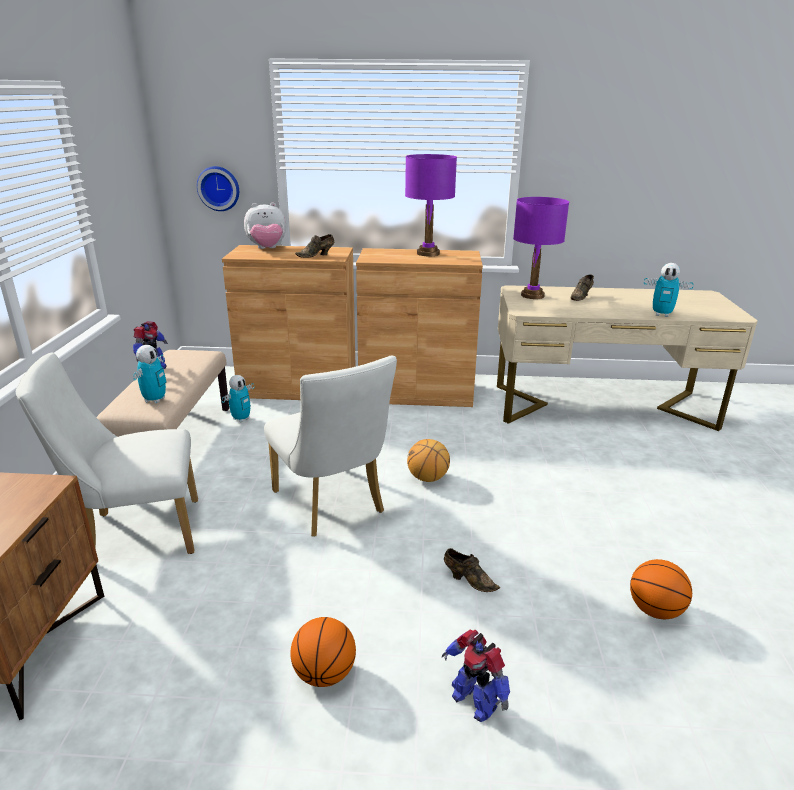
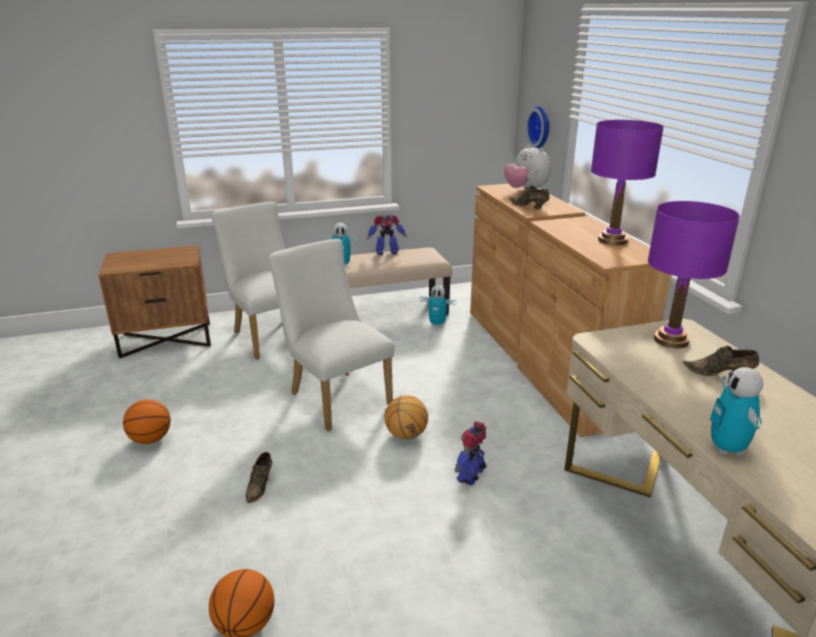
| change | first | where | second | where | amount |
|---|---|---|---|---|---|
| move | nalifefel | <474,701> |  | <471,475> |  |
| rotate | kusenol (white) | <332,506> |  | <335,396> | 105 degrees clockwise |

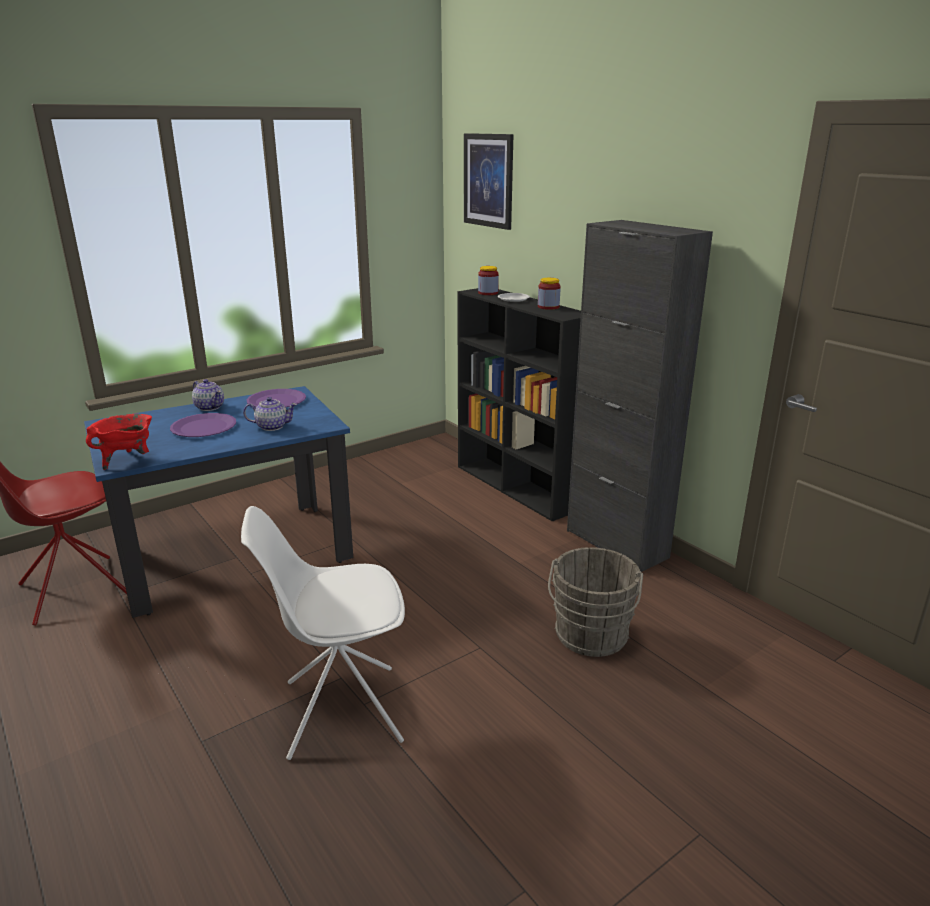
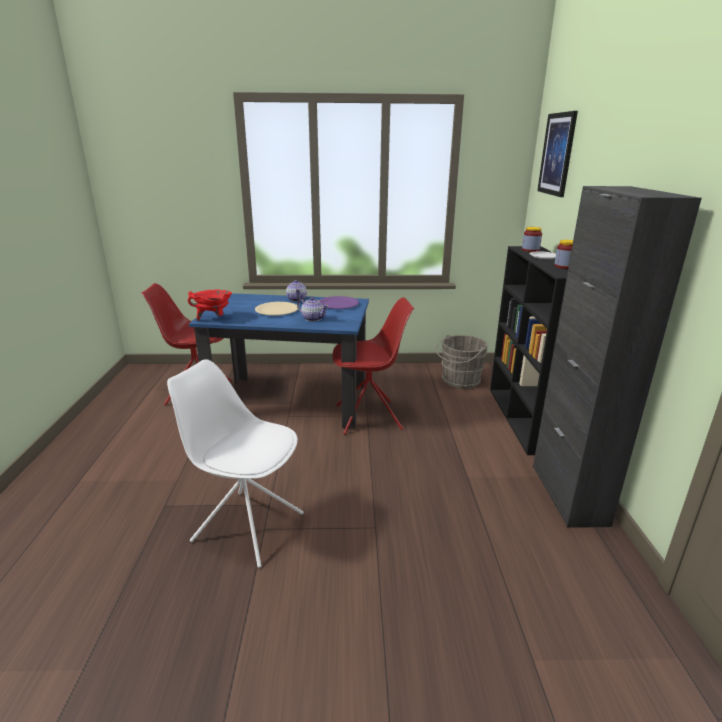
| change | first | where | second | where | amount |
|---|---|---|---|---|---|
| insert |  |  | kusenol (red) | <370,417> |  |
| move | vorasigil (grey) | <590,637> |  | <459,381> |  |
| recolor | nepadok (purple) | <204,427> | nepadok (beige) | <277,310> |  |

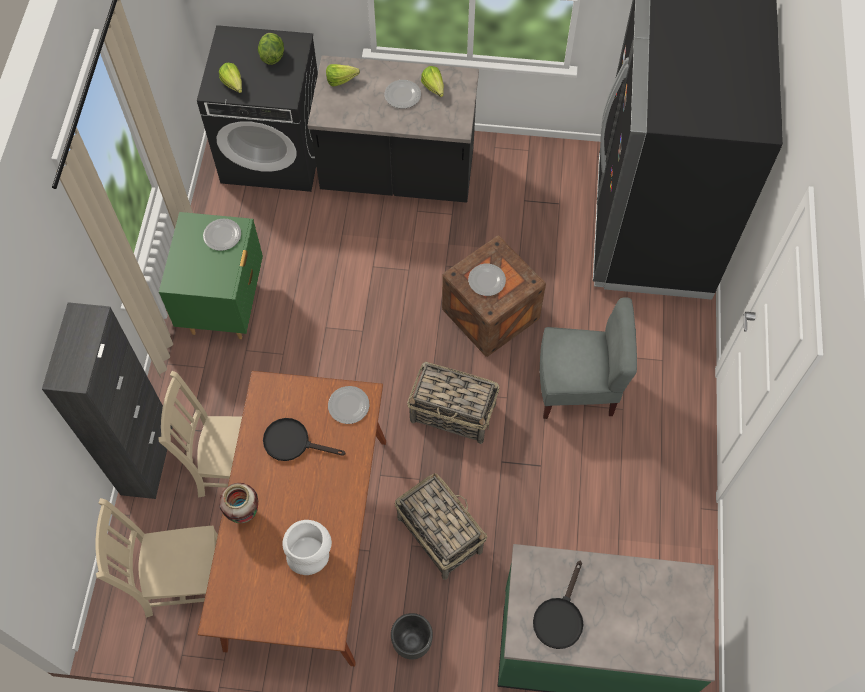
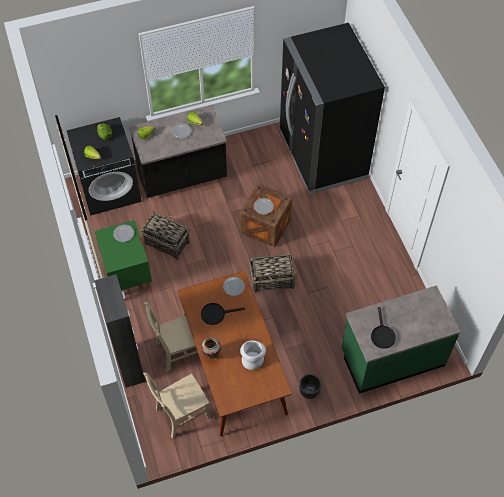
| change | first | where | second | where | amount |
|---|---|---|---|---|---|
| delete | kusenol (grey) | <577,387> |  |  |  |
| move | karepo | <439,533> |  | <166,242> |  |

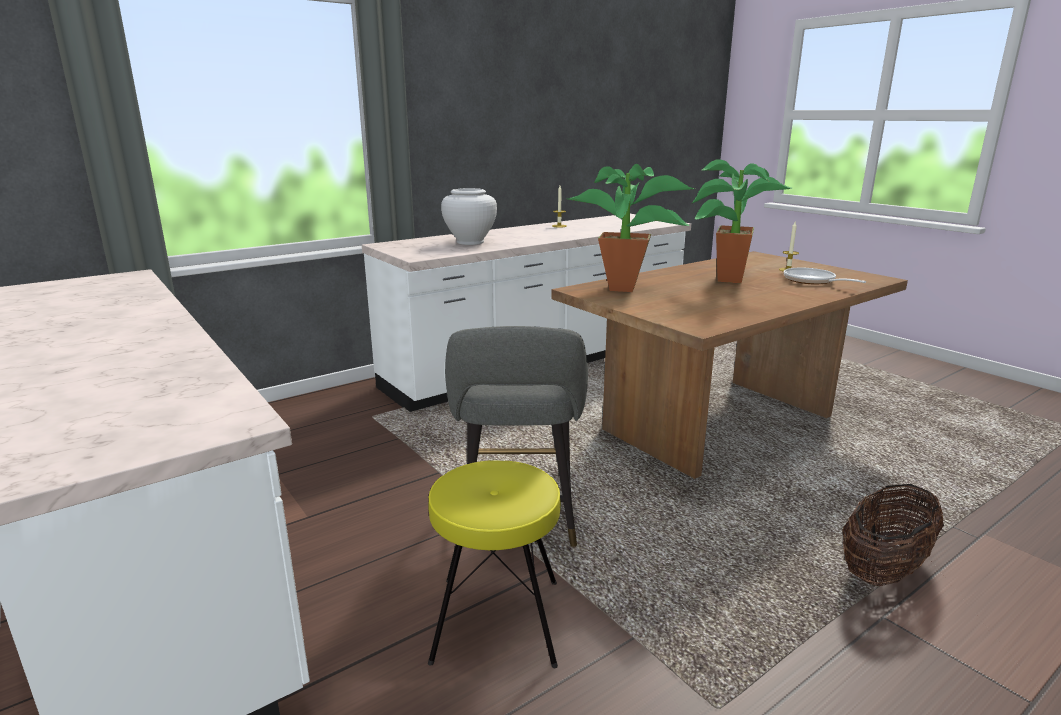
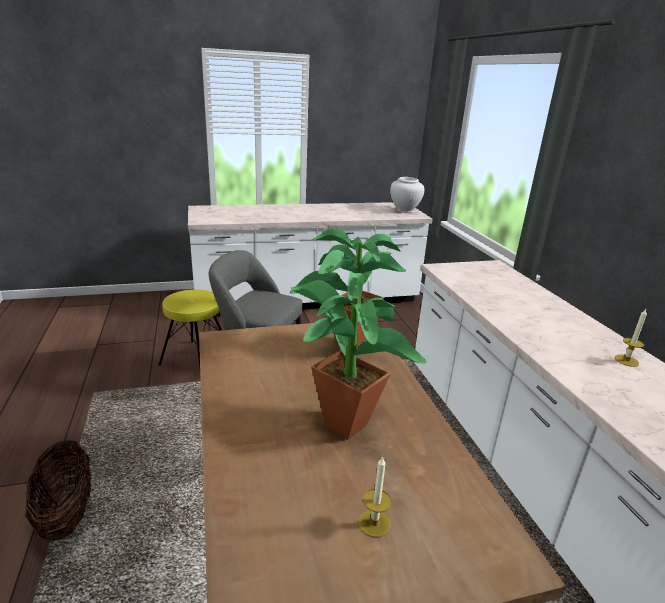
| change | first | where | second | where | amount |
|---|---|---|---|---|---|
| delete | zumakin | <812,281> |  |  |  |
| move | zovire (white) | <470,242> |  | <404,210> |  |

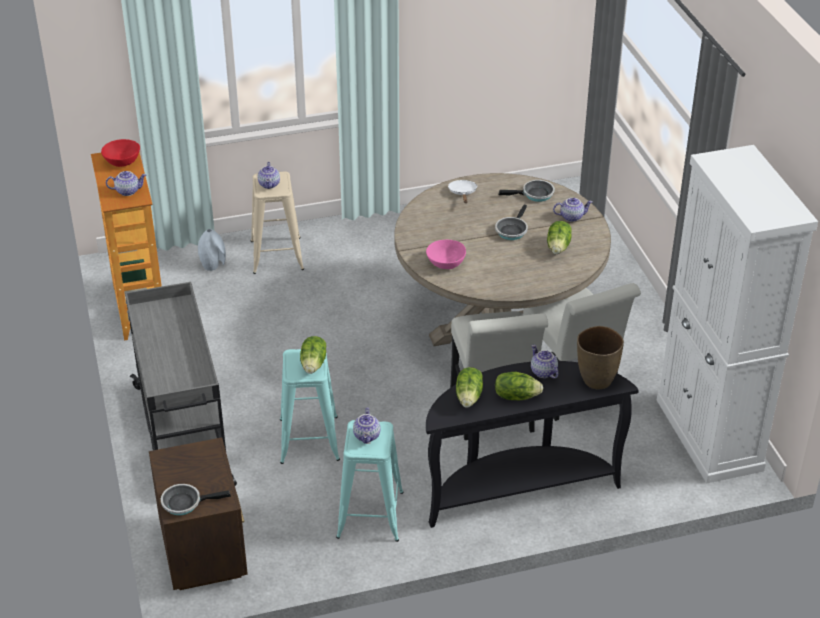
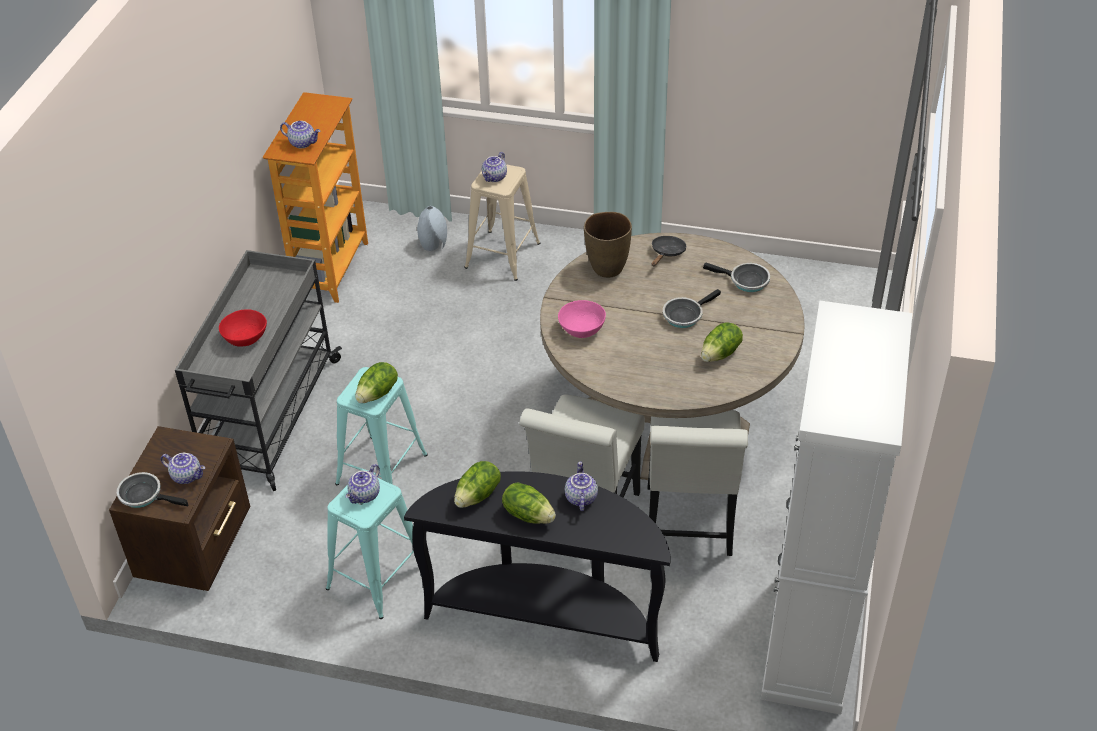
| change | first | where | second | where | amount |
|---|---|---|---|---|---|
| move | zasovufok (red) | <122,161> |  | <245,337> |  |
| move | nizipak | <571,217> |  | <187,476> |  |
| move | zovire (brown) | <596,380> |  | <607,268> |  |
| recolor | zumakin (white) | <463,193> | zumakin (black) | <667,253> |  |

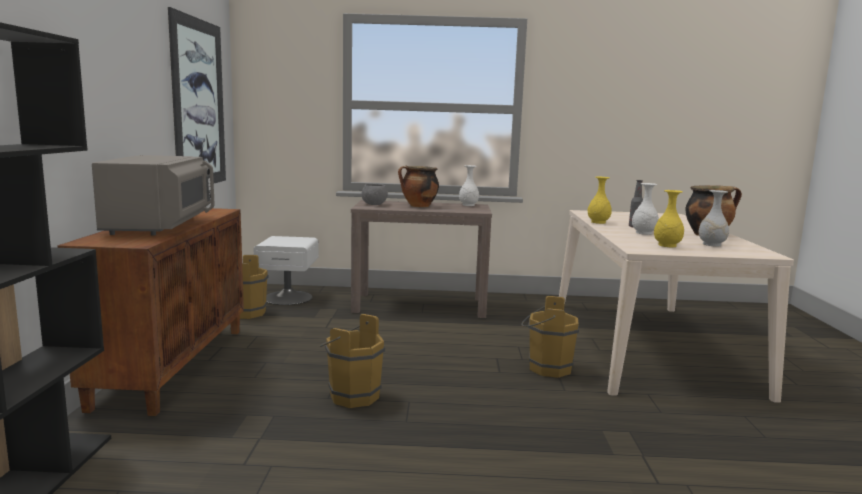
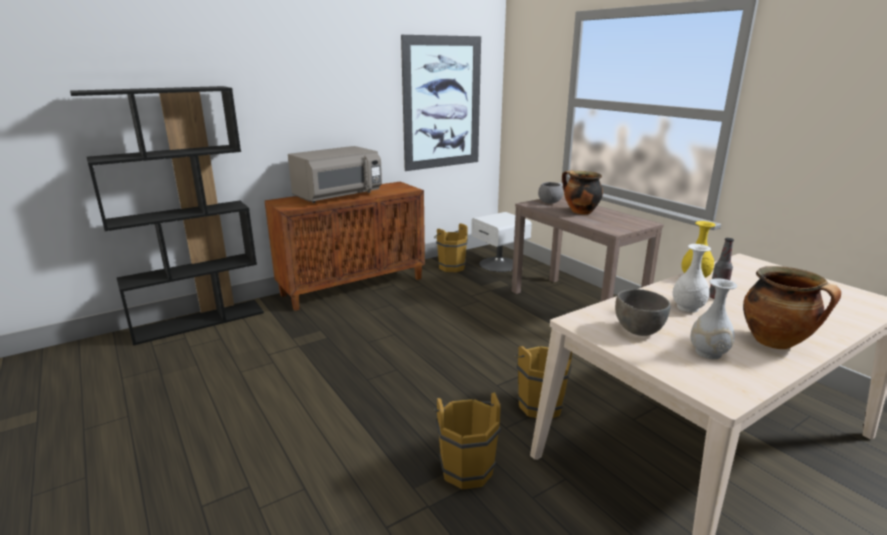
| change | first | where | second | where | amount |
|---|---|---|---|---|---|
| delete | zovire (white) | <468,205> |  |  |  |
| move | vorasigil (brown) | <351,396> |  | <466,467> |  |
| replace | zovire (yellow) | <666,245> | zasovufok (grey) | <638,330> |  |

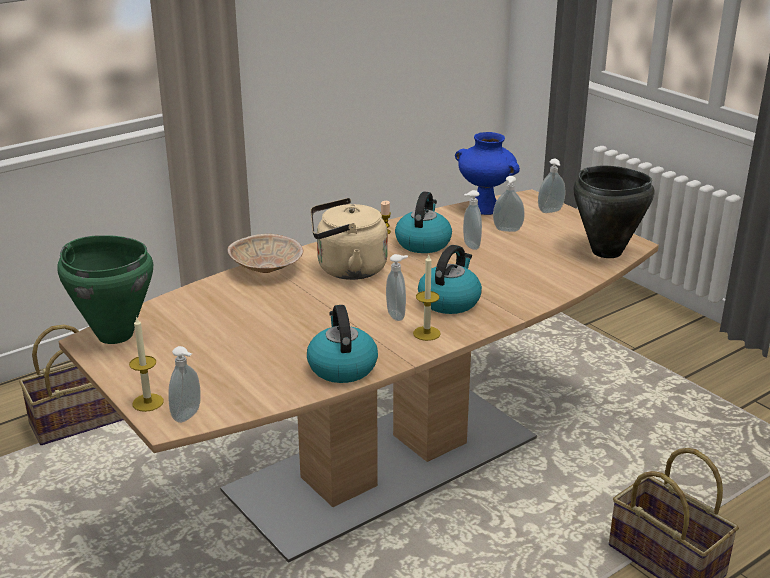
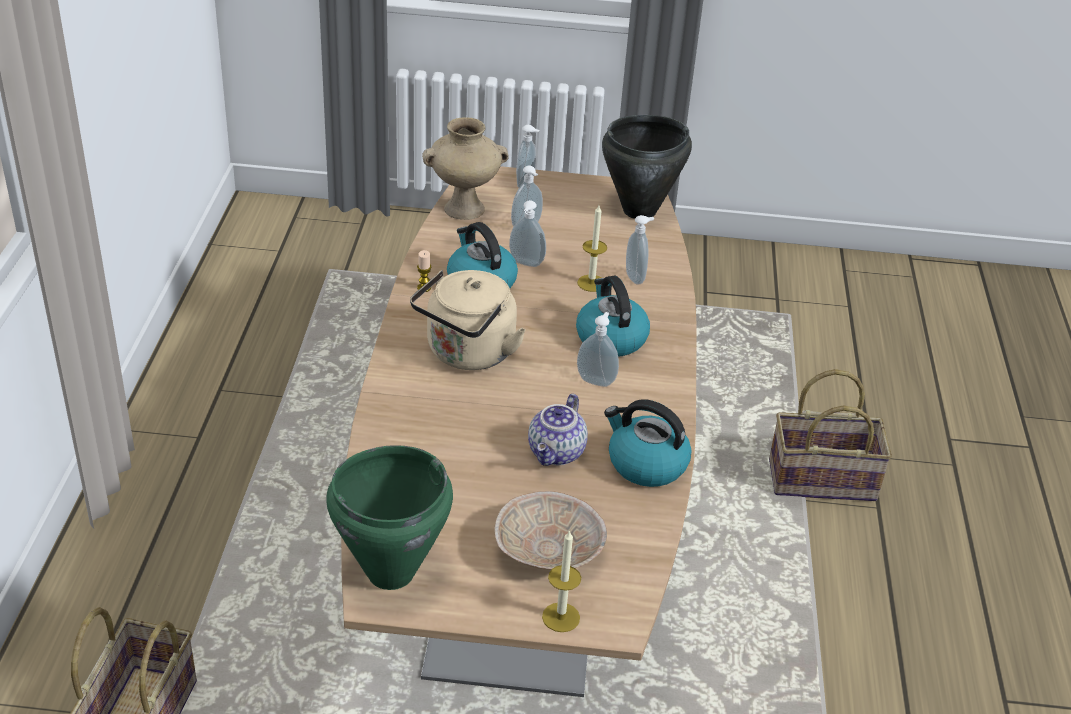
| change | first | where | second | where | amount |
|---|---|---|---|---|---|
| insert |  |  | nizipak | <557,453> |  |
| move | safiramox | <188,416> |  | <636,277> |  |
| move | zasovufok (beige) | <267,269> |  | <550,551> |  |
| move | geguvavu | <426,333> |  | <591,283> |  |
| recolor | zovire (blue) | <485,208> | zovire (beige) | <465,208> |  |

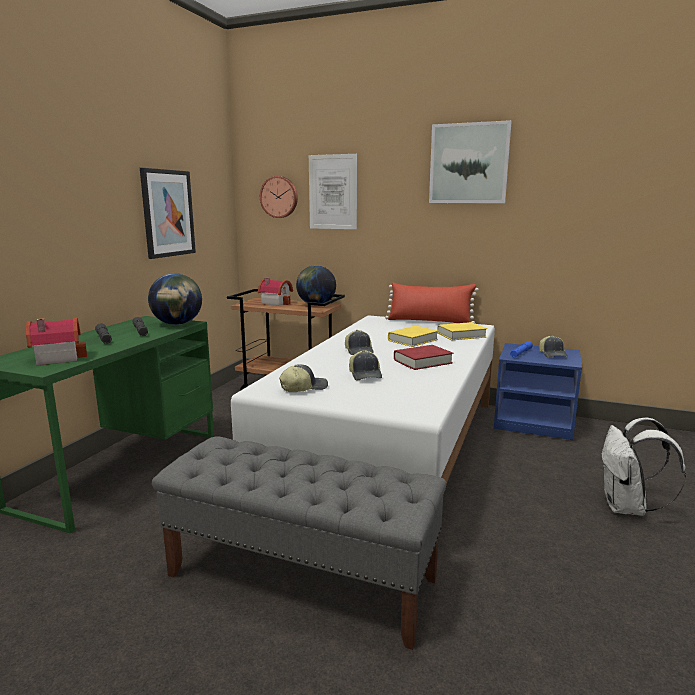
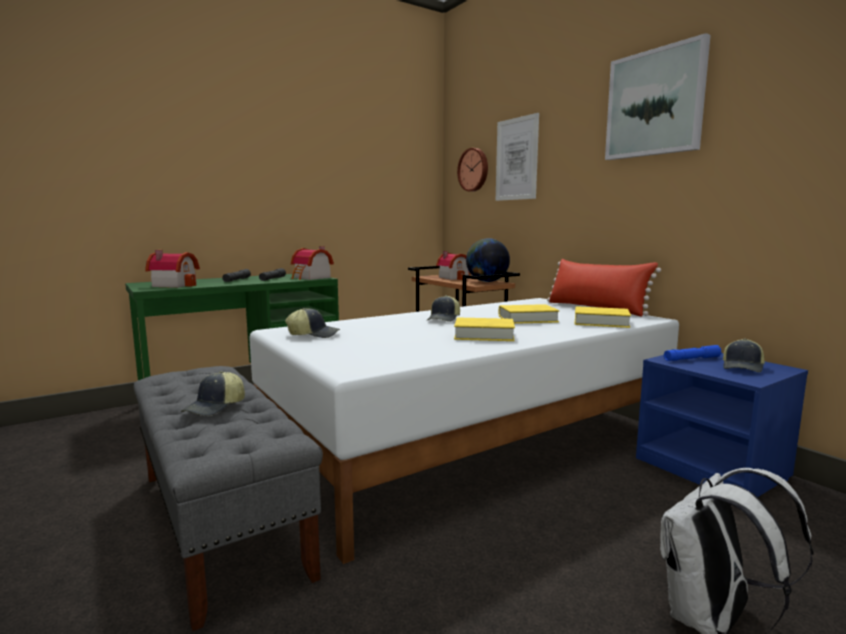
| change | first | where | second | where | amount |
|---|---|---|---|---|---|
| delete | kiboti | <168,213> |  |  |  |
| move | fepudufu | <366,375> |  | <216,407> |  |
| replace | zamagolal | <177,324> | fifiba | <311,278> |  |
| recolor | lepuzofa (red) | <422,361> | lepuzofa (yellow) | <484,335> |  |

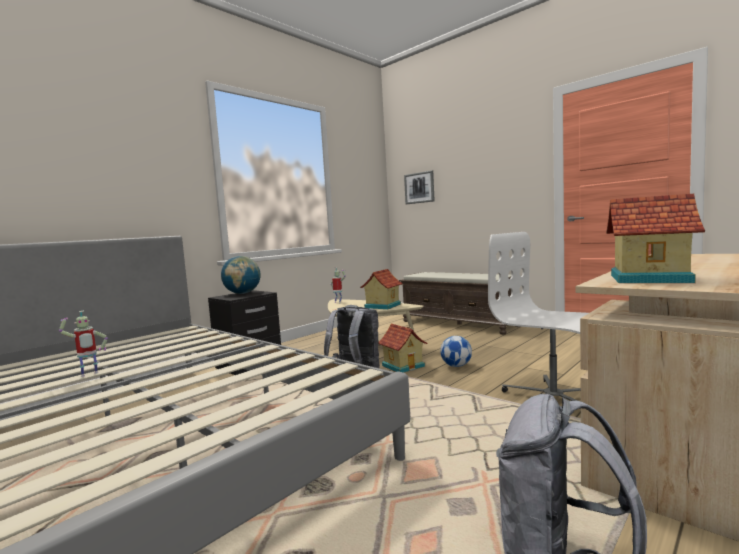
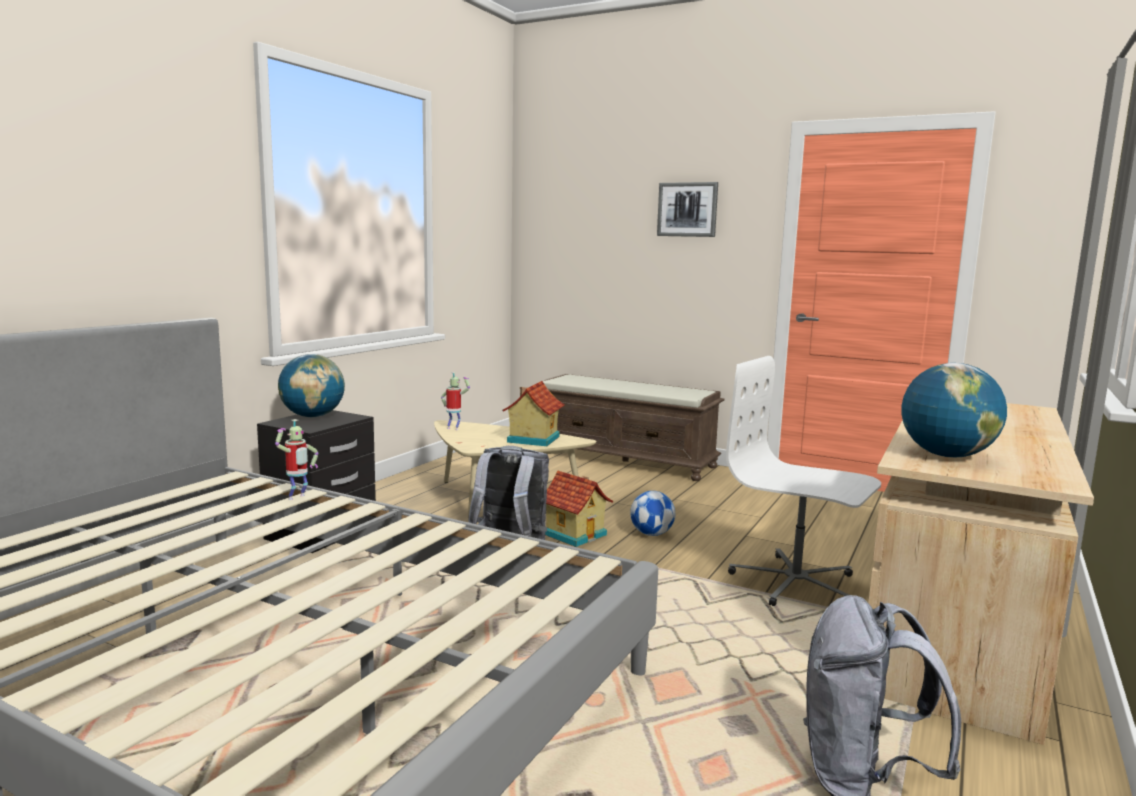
| change | first | where | second | where | amount |
|---|---|---|---|---|---|
| move | nalifefel | <89,375> |  | <298,498> |  |
| move | kiboti | <419,187> |  | <687,209> |  |
| replace | fifiba | <648,278> | zamagolal | <947,455> |  |

